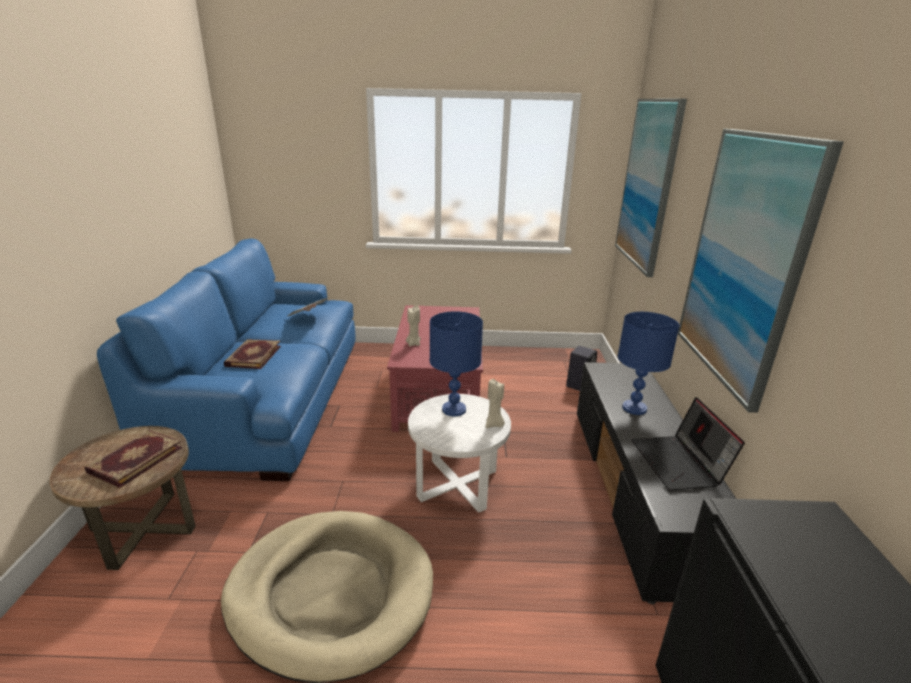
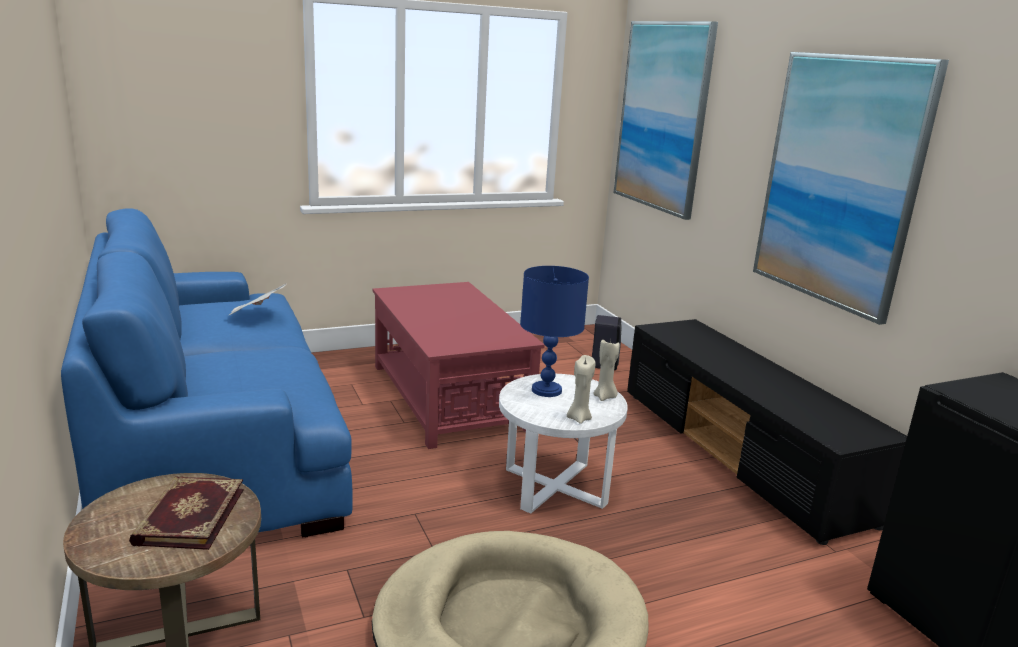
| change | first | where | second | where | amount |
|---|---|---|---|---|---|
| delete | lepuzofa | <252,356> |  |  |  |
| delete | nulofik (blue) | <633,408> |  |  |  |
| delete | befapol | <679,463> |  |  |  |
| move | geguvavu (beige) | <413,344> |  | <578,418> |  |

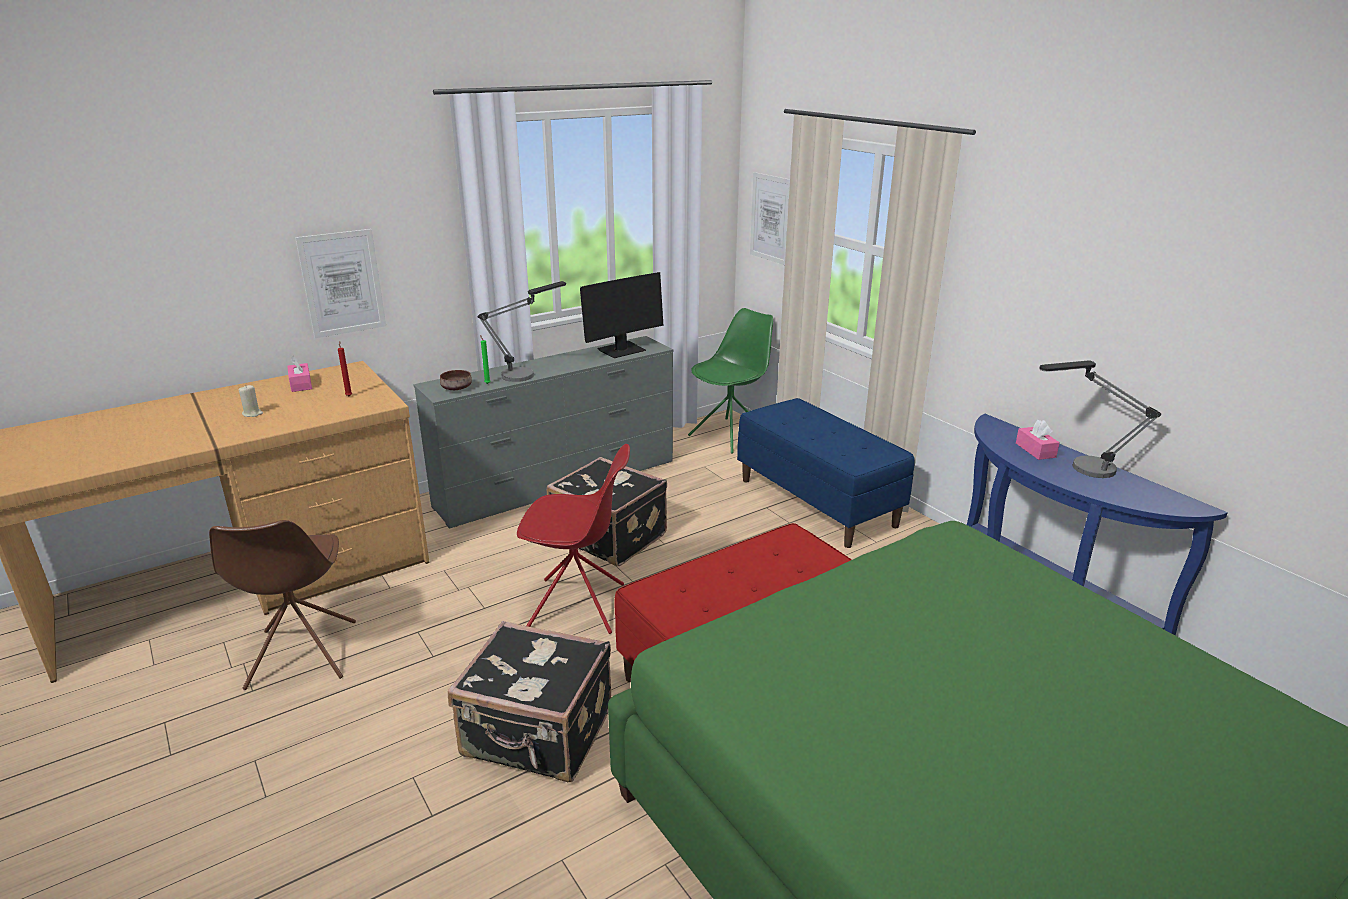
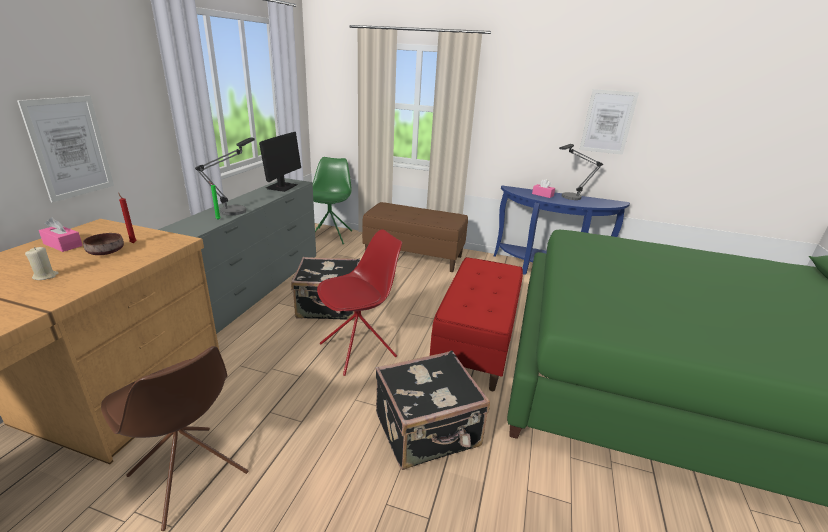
| change | first | where | second | where | amount |
|---|---|---|---|---|---|
| move | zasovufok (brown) | <456,388> |  | <105,252> |  |
| move | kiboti | <771,218> |  | <607,122> |  |
| recolor | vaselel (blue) | <818,502> | vaselel (brown) | <414,256> |  |

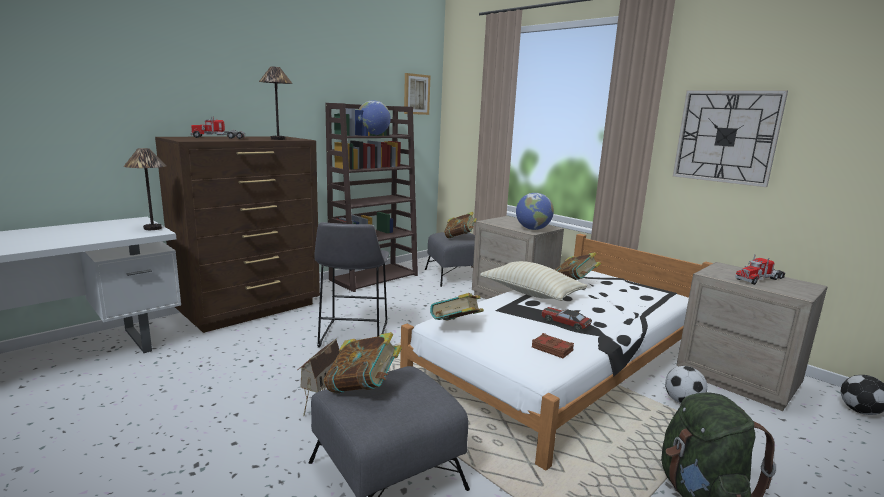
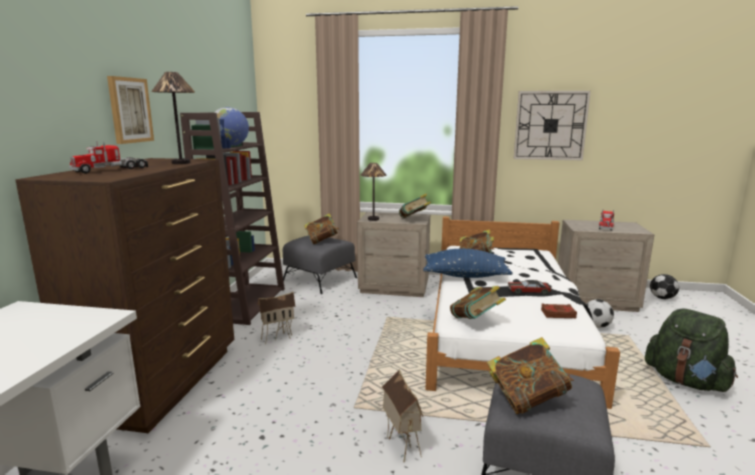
| change | first | where | second | where | amount |
|---|---|---|---|---|---|
| delete | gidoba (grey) | <352,336> |  |  |  |
| insert |  |  | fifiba | <277,337> |  |
| move | nulofik | <152,228> |  | <373,219> |  |
| move | kiboti | <416,94> |  | <130,110> |  |
| replace | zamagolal | <533,229> | lepuzofa | <414,220> |  |
| recolor | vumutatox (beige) | <531,293> | vumutatox (blue) | <465,275> |  |

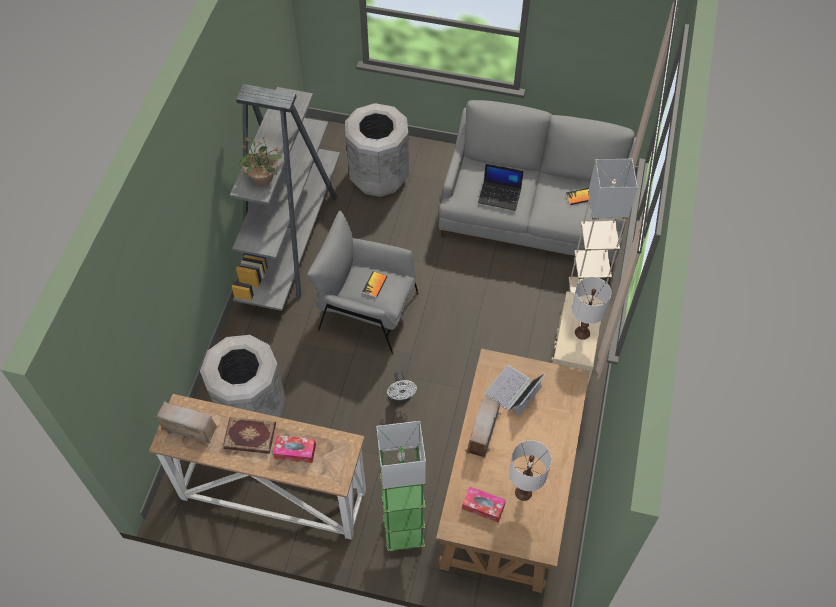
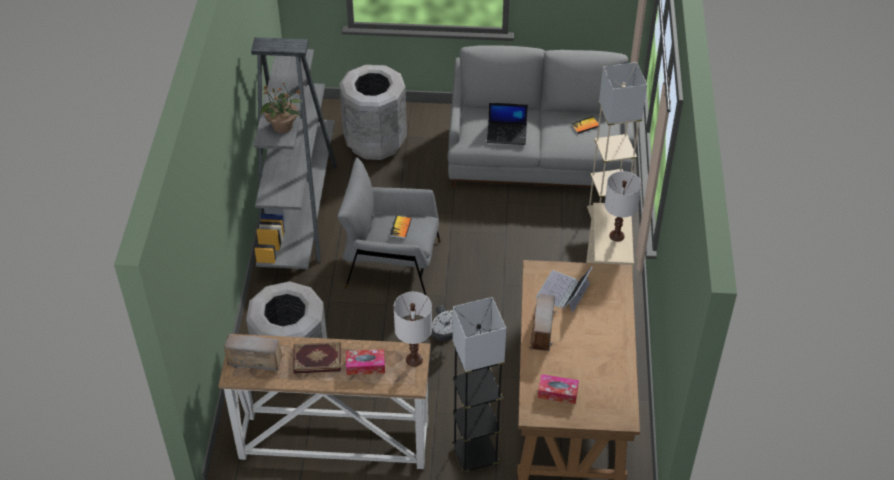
| change | first | where | second | where | amount |
|---|---|---|---|---|---|
| move | nulofik (white) | <523,492> |  | <414,359> |  |
| recolor | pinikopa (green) | <403,533> | pinikopa (black) | <475,455> |  |

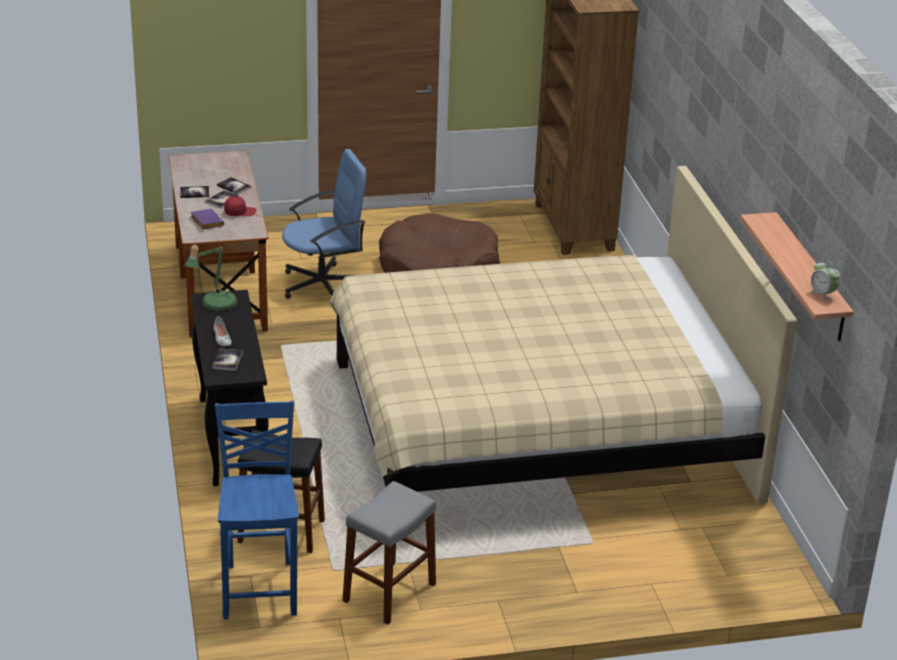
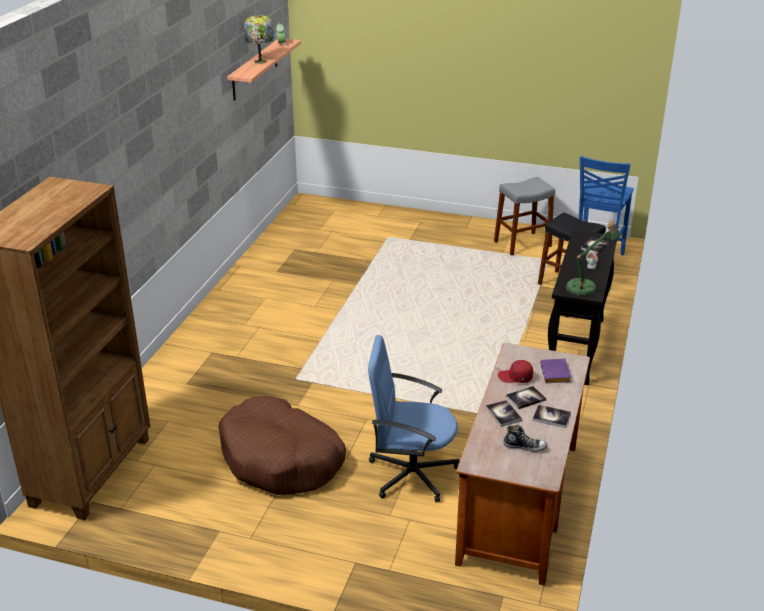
| change | first | where | second | where | amount |
|---|---|---|---|---|---|
| delete | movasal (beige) | <537,427> |  |  |  |
| insert |  |  | nulofik | <261,61> |  |
| insert |  |  | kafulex | <525,446> |  |

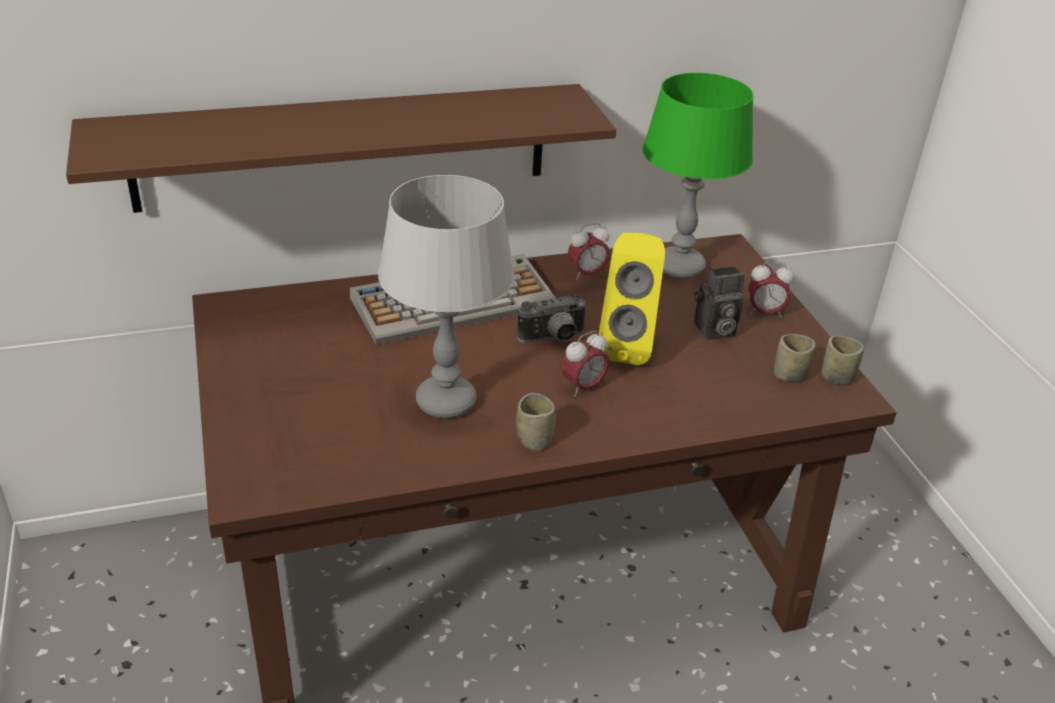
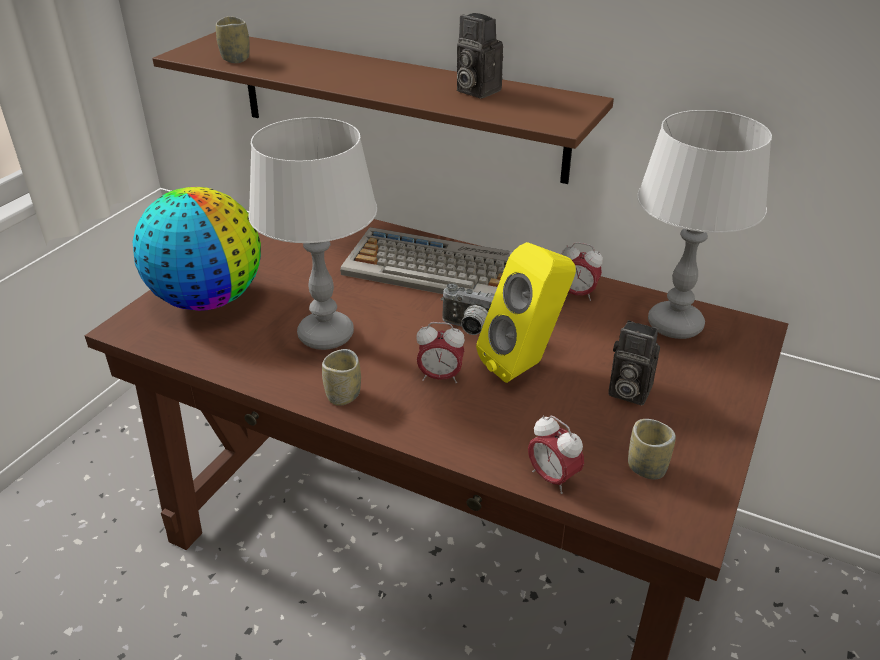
| change | first | where | second | where | amount |
|---|---|---|---|---|---|
| insert |  |  | zamagolal | <208,299> |  |
| insert |  |  | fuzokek | <475,90> |  |
| move | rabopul | <765,312> |  | <552,478> |  |
| move | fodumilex | <837,377> |  | <236,59> |  |
| recolor | nulofik (green) | <679,267> | nulofik (grey) | <675,324> |  |

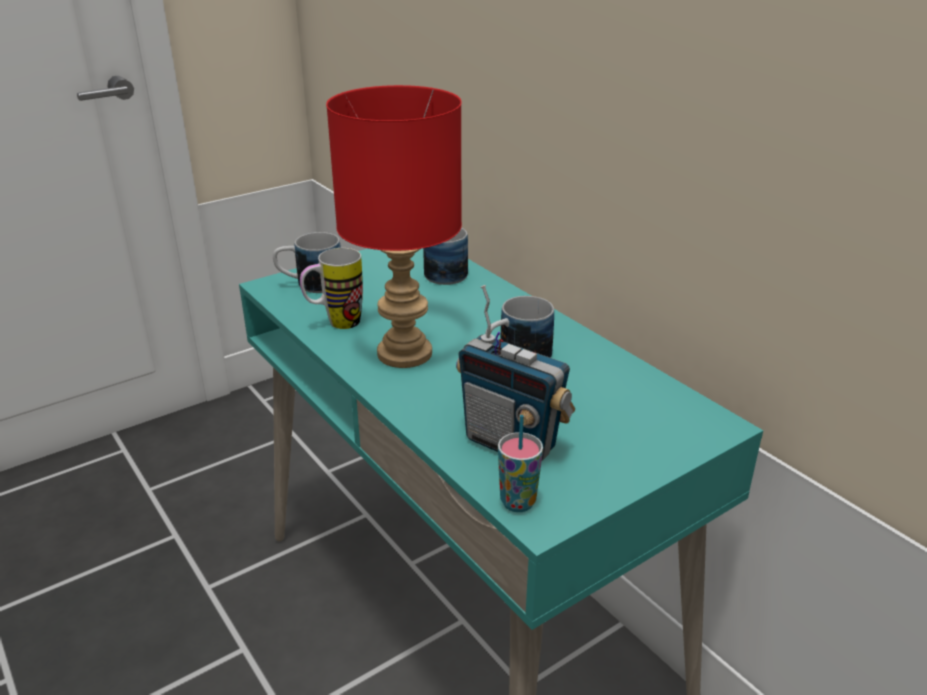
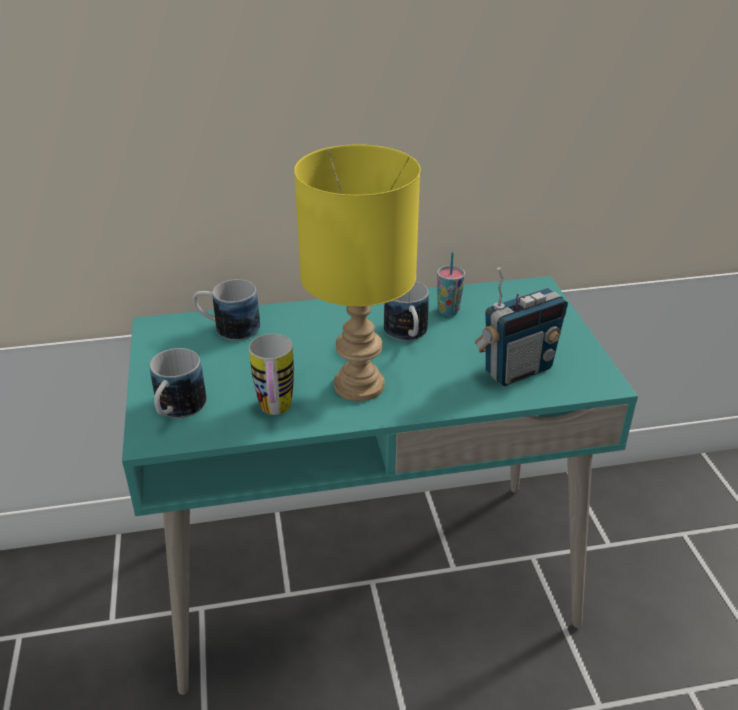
| change | first | where | second | where | amount |
|---|---|---|---|---|---|
| move | fodumilex | <518,502> |  | <448,311> |  |
| recolor | nulofik (red) | <402,354> | nulofik (yellow) | <359,387> |  |

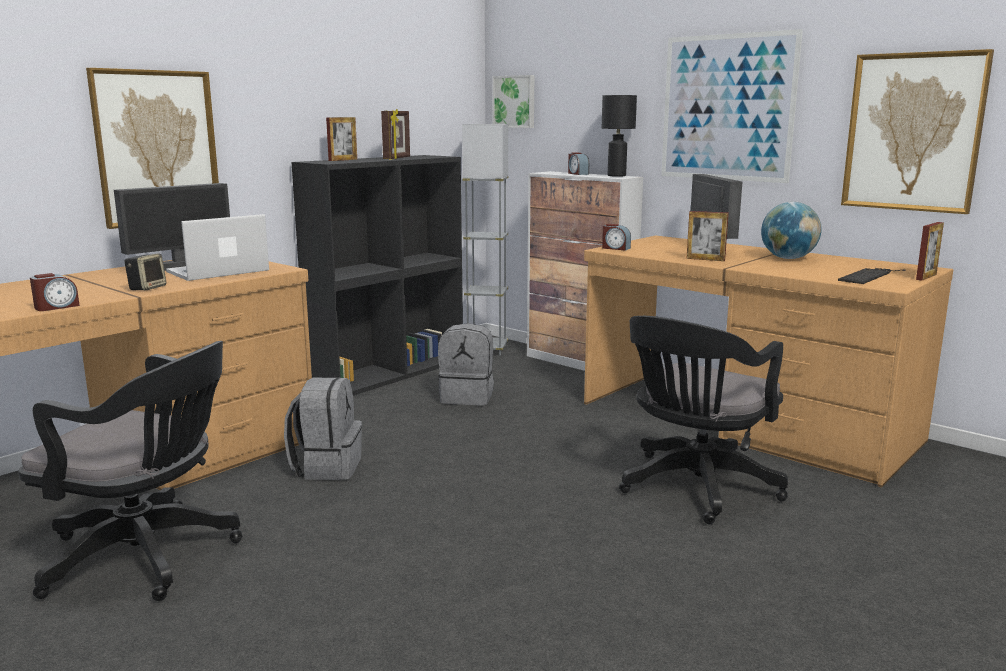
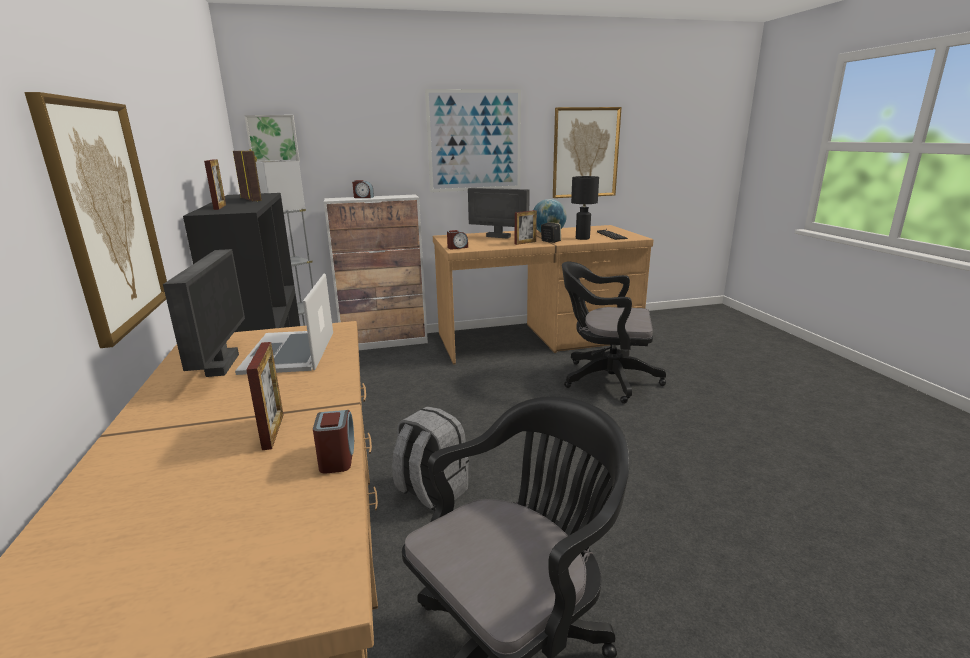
| change | first | where | second | where | amount |
|---|---|---|---|---|---|
| delete | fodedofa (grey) | <467,397> |  |  |  |
| move | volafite | <147,288> |  | <550,241> |  |
| move | nulofik (black) | <617,176> |  | <582,238> |  |
| move | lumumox | <926,277> |  | <273,431> |  |
| rotate | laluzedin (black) | <695,489> |  | <605,379> | 120 degrees clockwise |

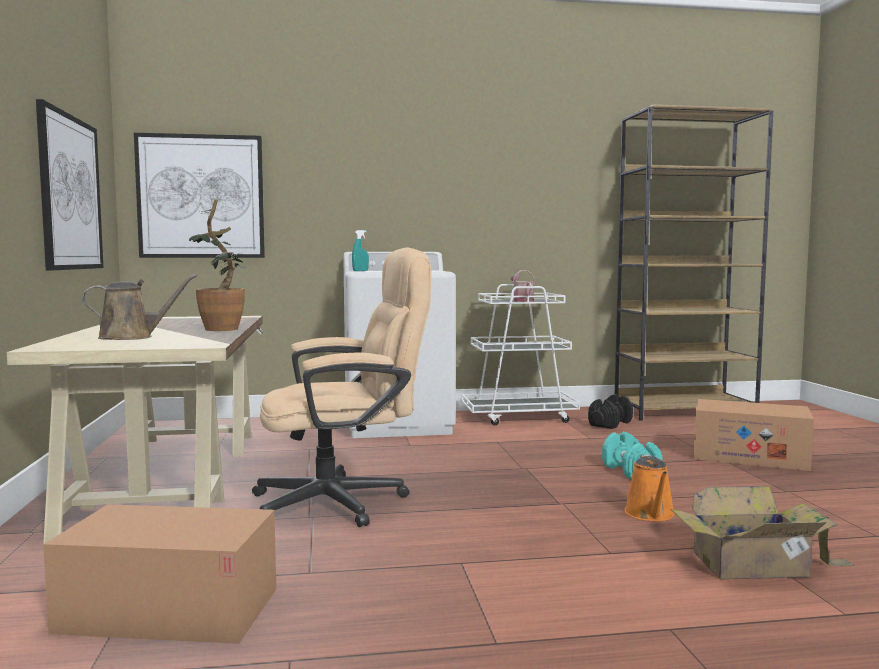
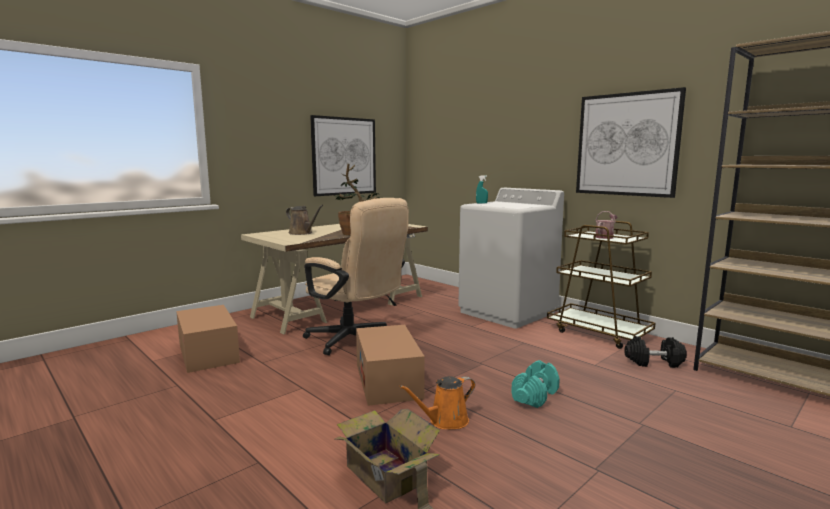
| change | first | where | second | where | amount |
|---|---|---|---|---|---|
| move | kiboti | <201,196> |  | <627,144> |  |
| move | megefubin | <749,456> |  | <388,381> |  |
| recolor | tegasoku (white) | <519,417> | tegasoku (brown) | <598,333> |  |

